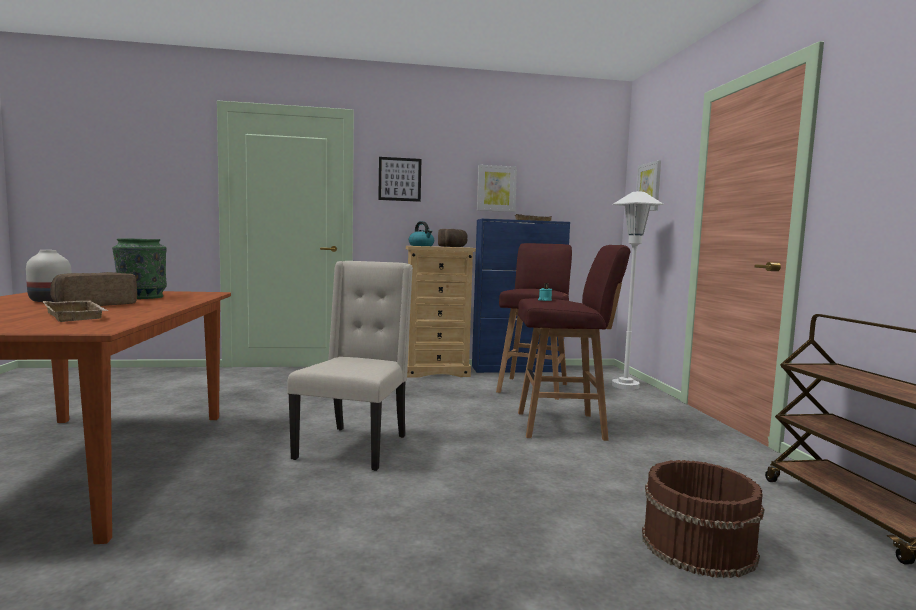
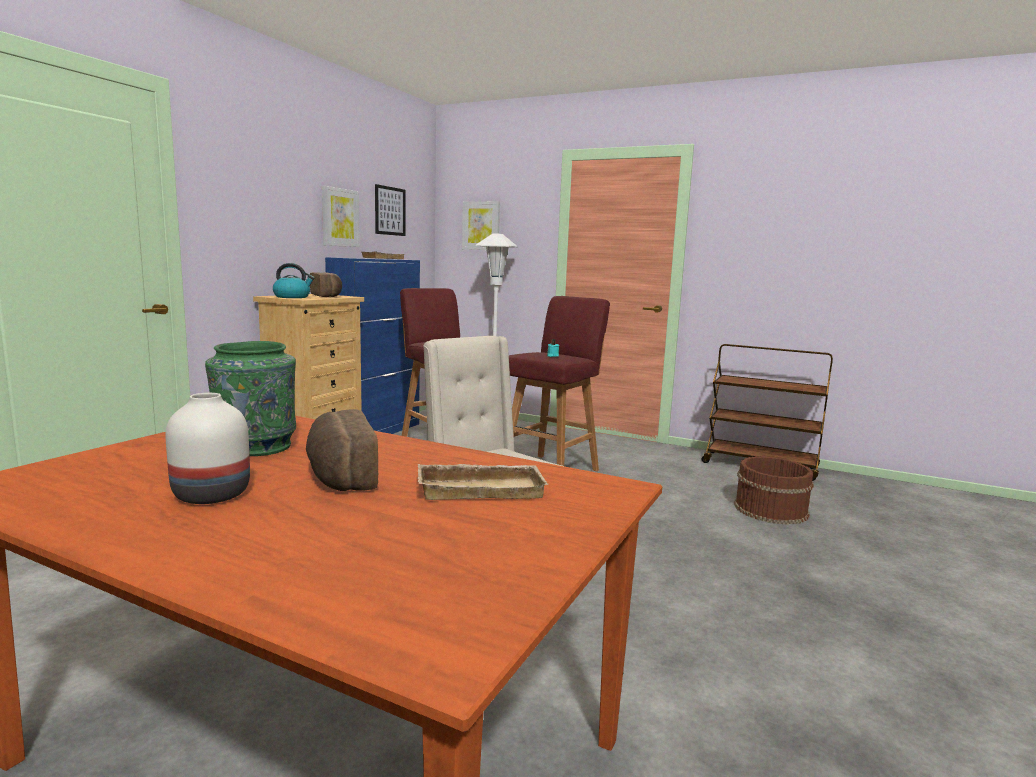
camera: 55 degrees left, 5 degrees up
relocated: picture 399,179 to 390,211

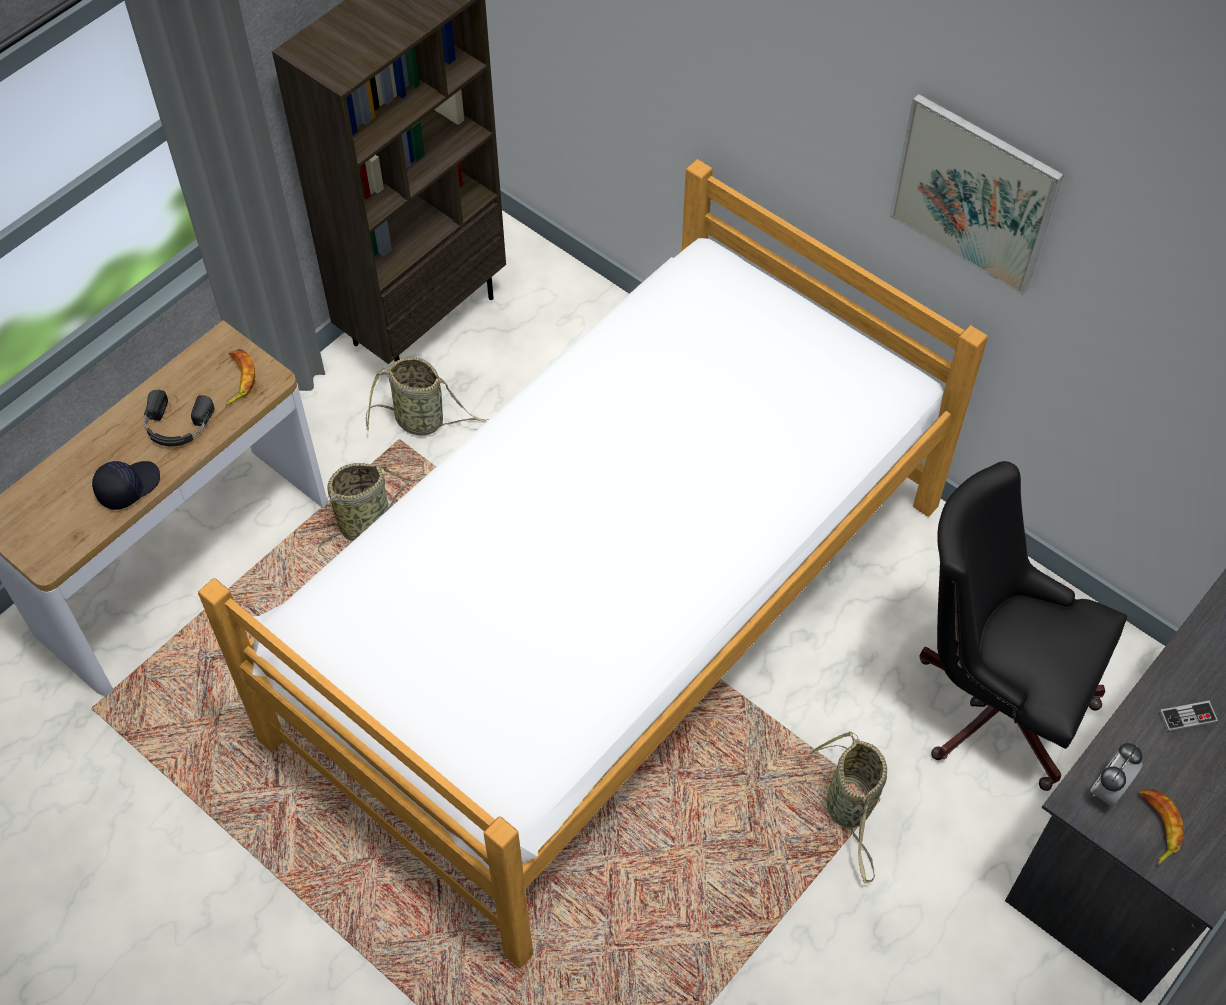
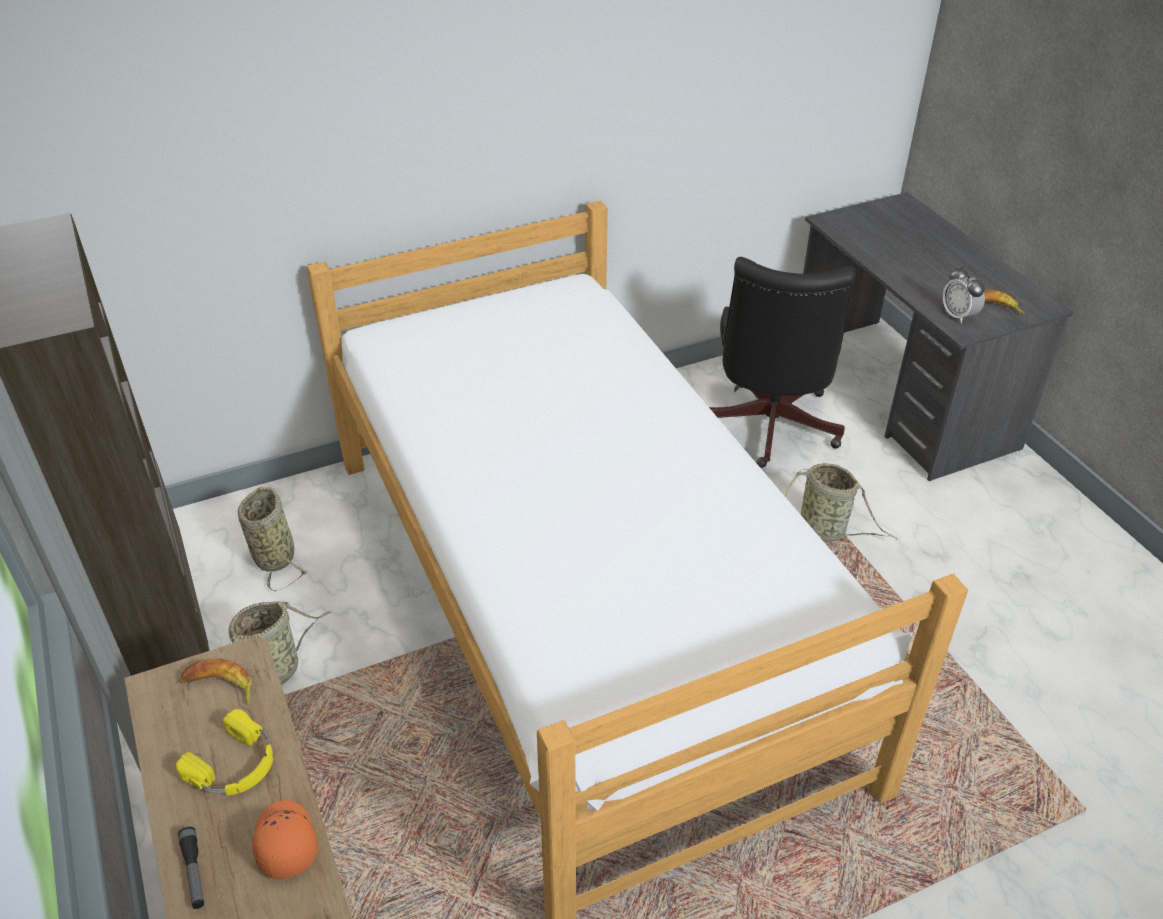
camera: 65 degrees left, 15 degrees down
missing: picture 974,194; game controller 1187,717
appeared: flashlight 194,872
relocated: basket 368,523 to 274,555
colour: black cap 127,486 to orange cap 284,843; black headphones 176,426 to yellow headphones 235,765
spun: black office chair 991,698 = 768,429 45 degrees counterclockwise

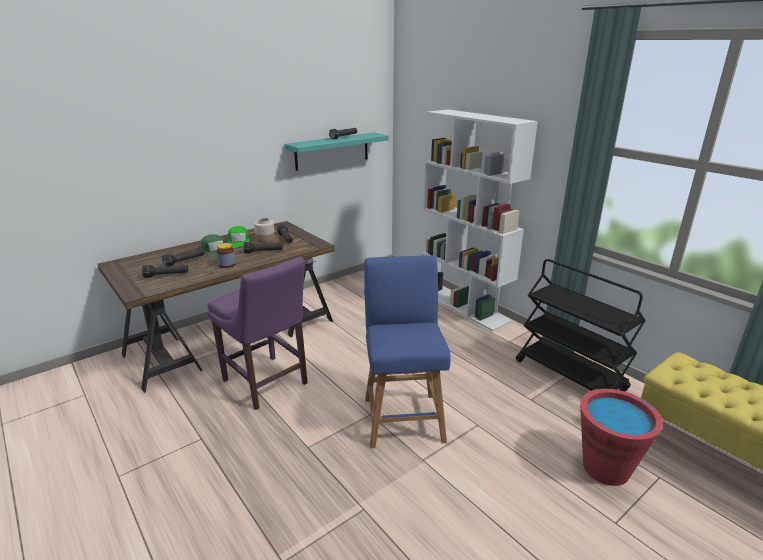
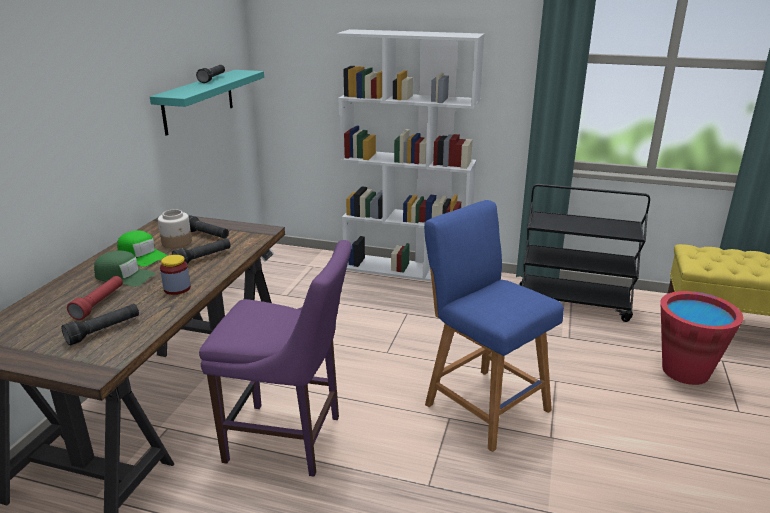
camera: 35 degrees left, 0 degrees up
colour: black flashlight 185,261 to red flashlight 99,304

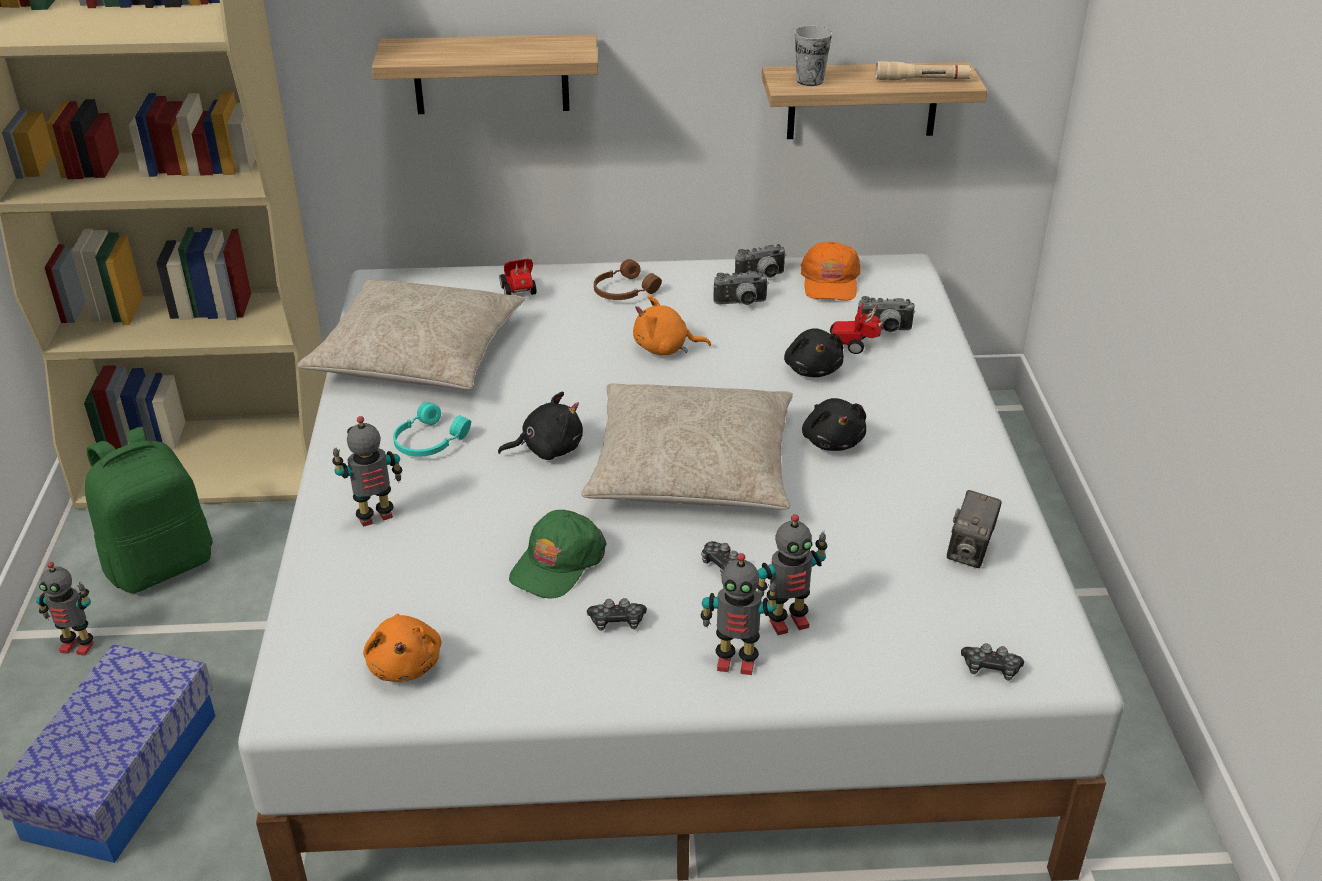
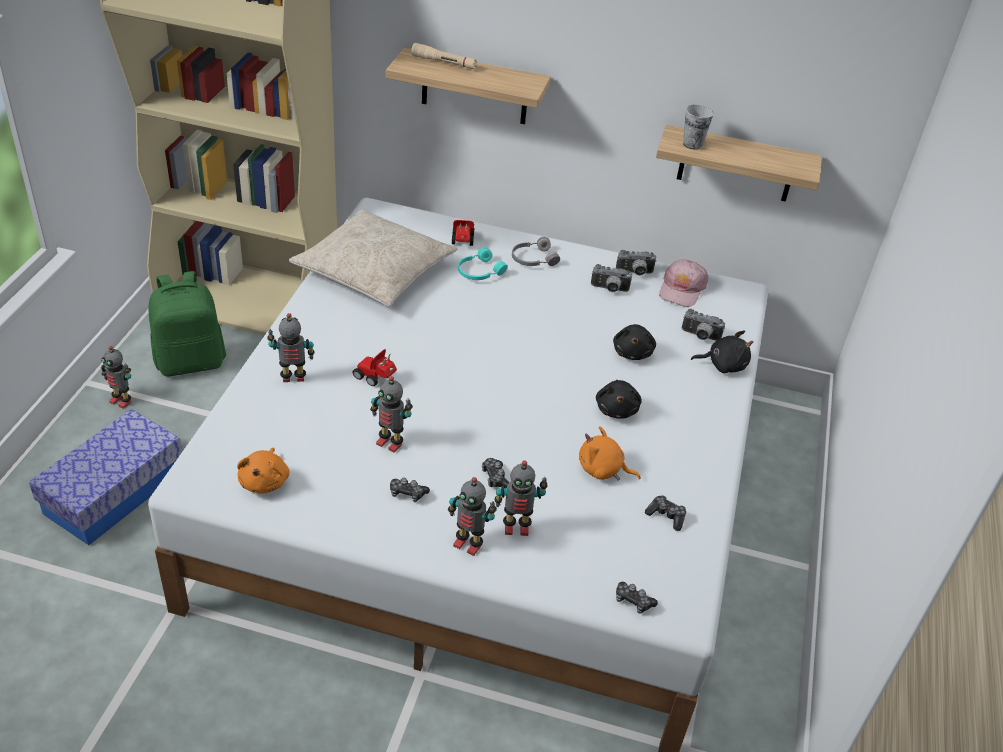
camera: 15 degrees right, 5 degrees up
missing: beige pillow 691,467
relocated: turquoise headphones 428,441 to 479,272; black plush toy 548,449 to 723,364; orange plush toy 665,348 to 603,470; toy car 854,345 to 376,378; beige flashlight 922,80 to 444,62
exchanged: green cap 557,563 to toy robot 390,443; photo camera 969,551 to game controller 666,516
colour: brown headphones 623,291 to grey headphones 533,259; orange cap 830,282 to pink cap 682,289

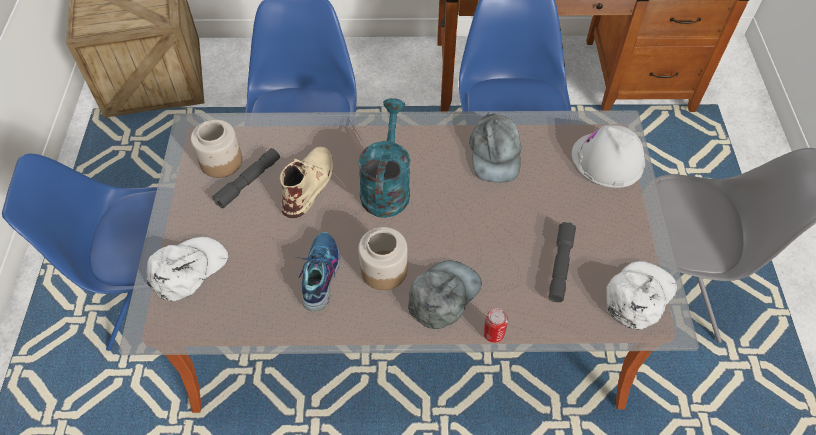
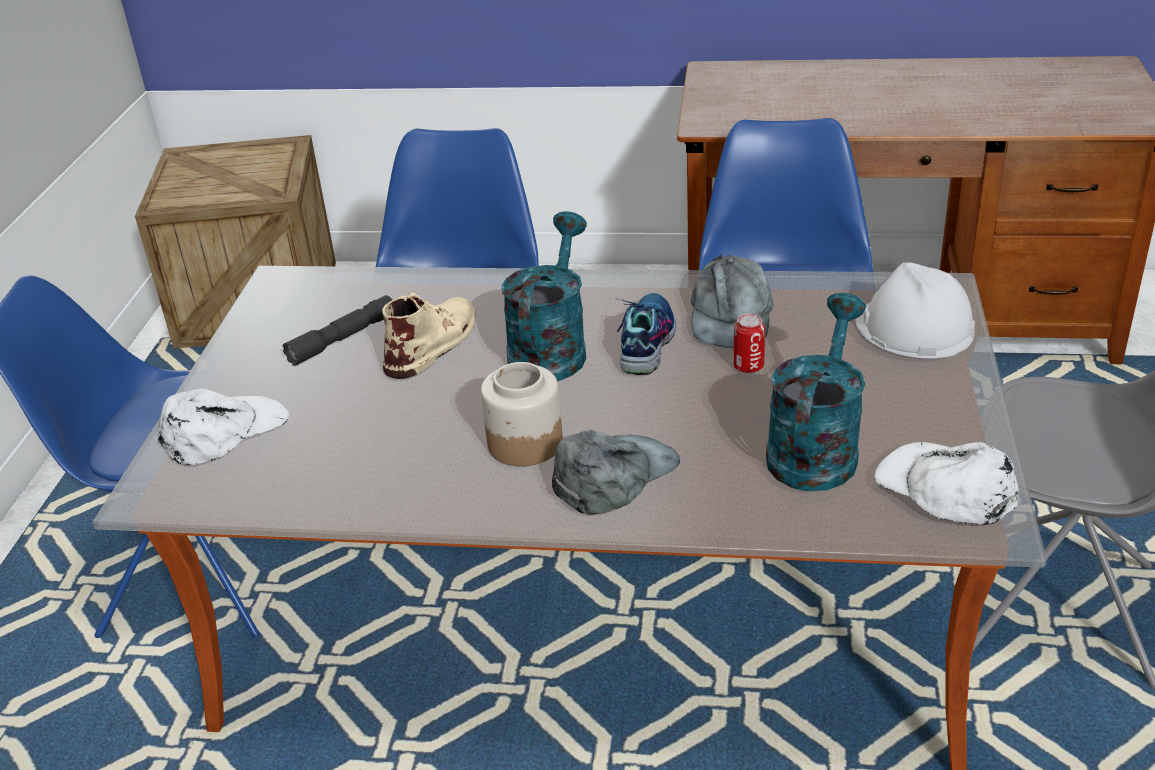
camera: 10 degrees right, 20 degrees down
missing: jar 221,162
relocated: shoe 319,274 to 645,343; can 493,333 to 748,366
exchanged: grey flashlight 560,266 to turquoise watering can 815,448
spun: white cap 638,295 = 945,489 90 degrees counterclockwise

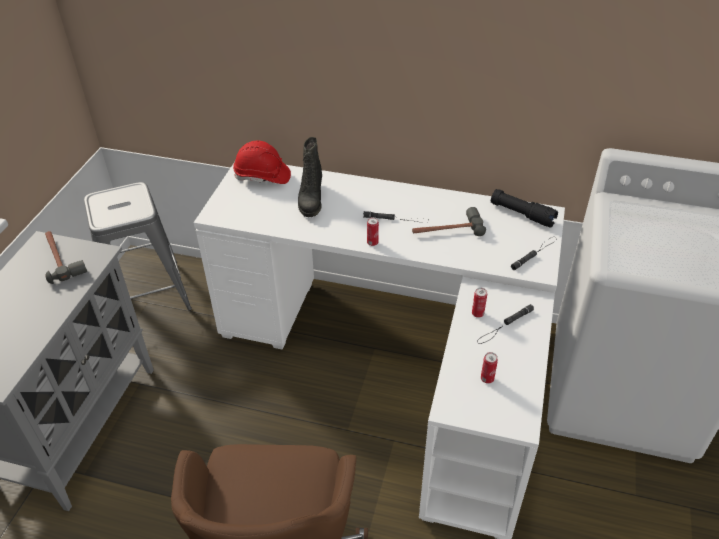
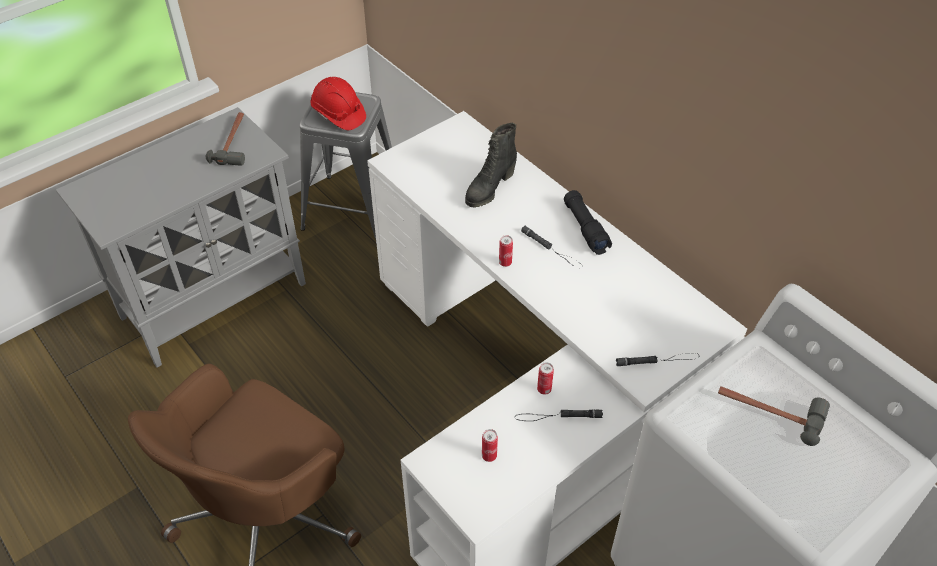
camera: 35 degrees right, 5 degrees up
relocated: red hard hat 262,176 to 338,114; hammer 447,230 to 769,411; black flashlight 522,214 to 585,228

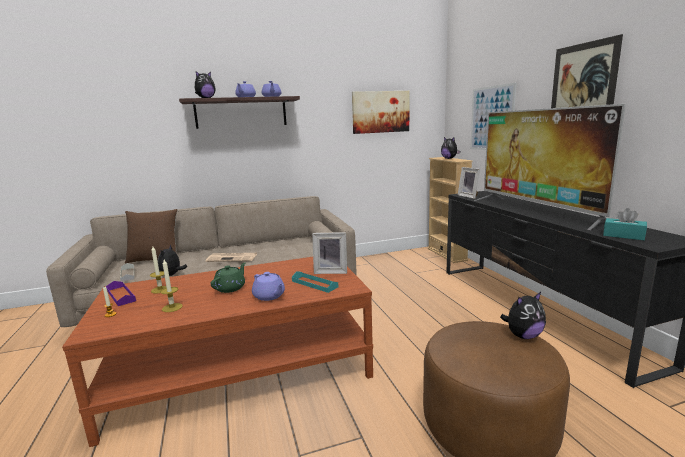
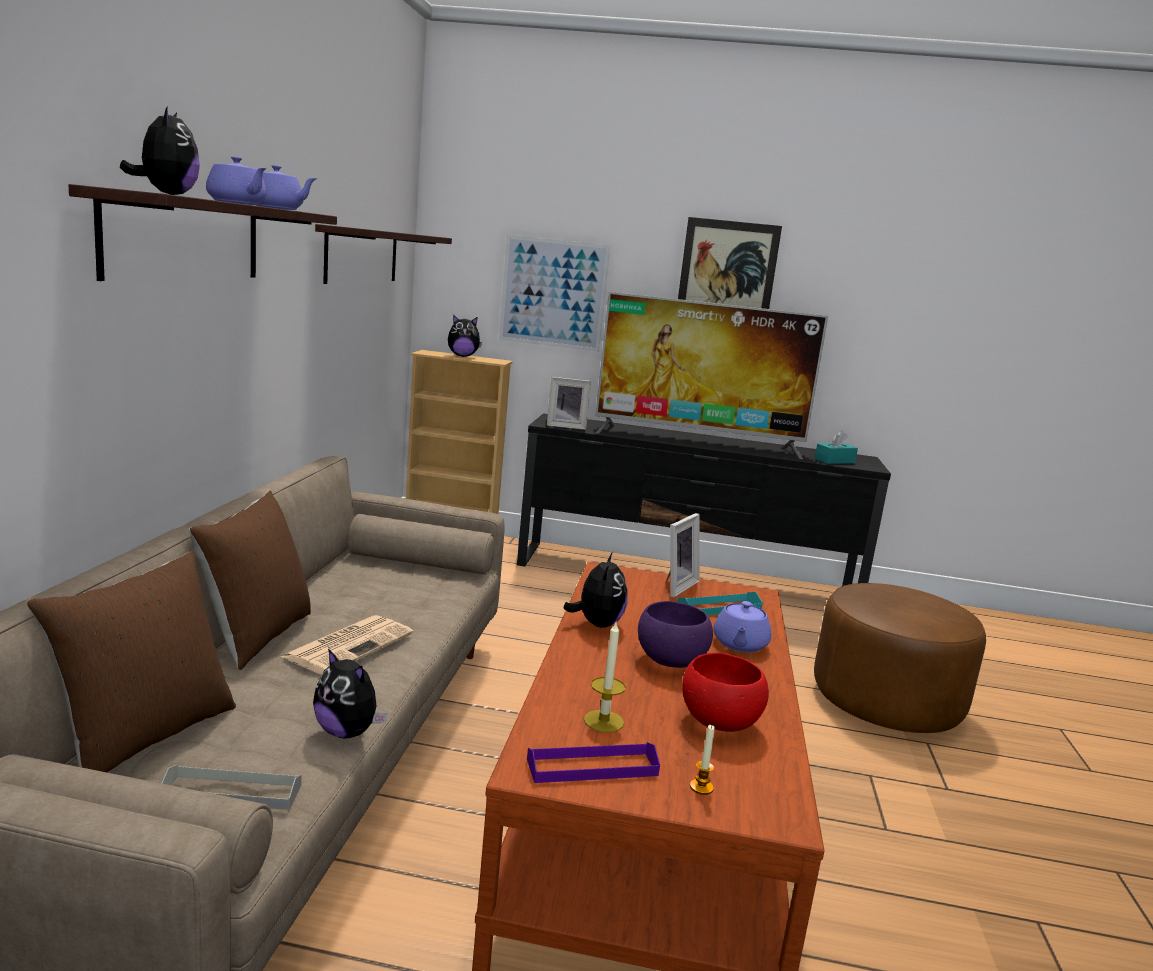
camera: 65 degrees left, 0 degrees up
appeared: brown pillow 255,636
relocated: plush toy 523,335 to 597,624
exchanged: candle 172,307 to red bowl 719,723; green teapot 230,288 to purple bowl 670,661; picture 380,112 to shelf 362,255
spun: purple teapot 269,296 = 740,644 120 degrees clockwise

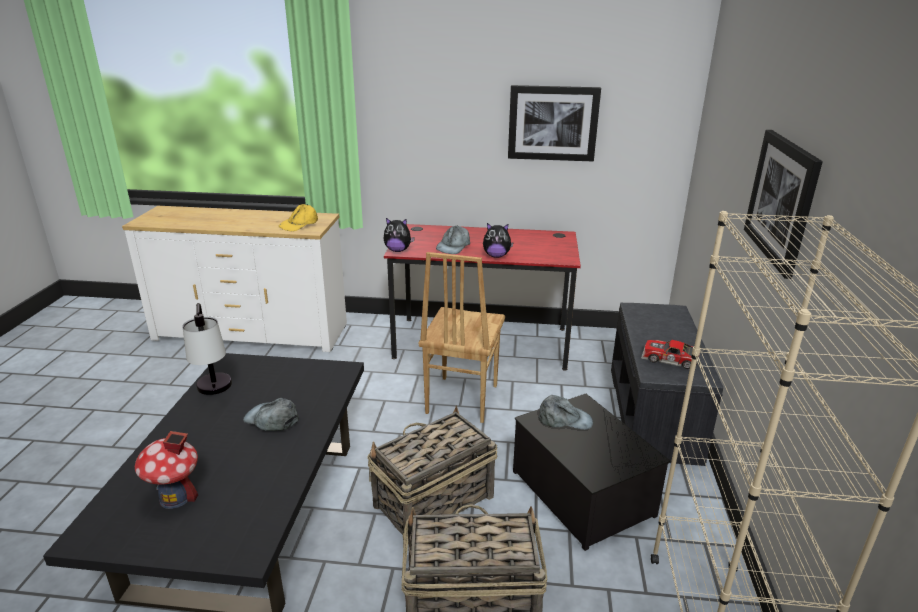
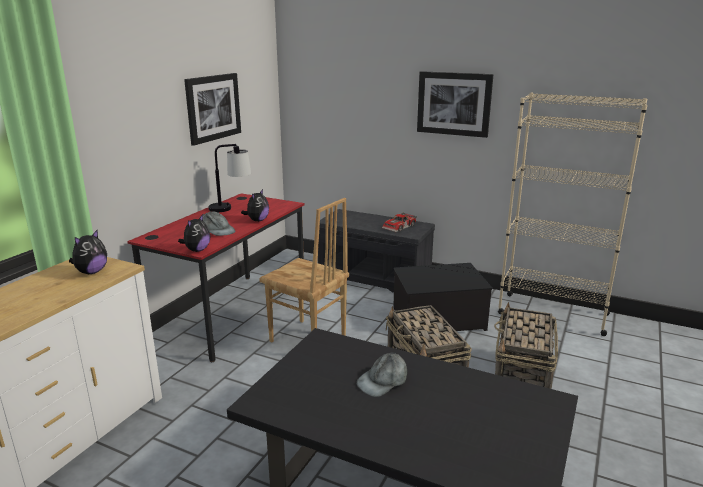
camera: 70 degrees left, 5 degrees down
missing: toy house 175,497; grey cap 565,419
relocated: table lamp 215,394 to 231,208
exchanged: yellow cap 299,224 to plush toy 91,272

